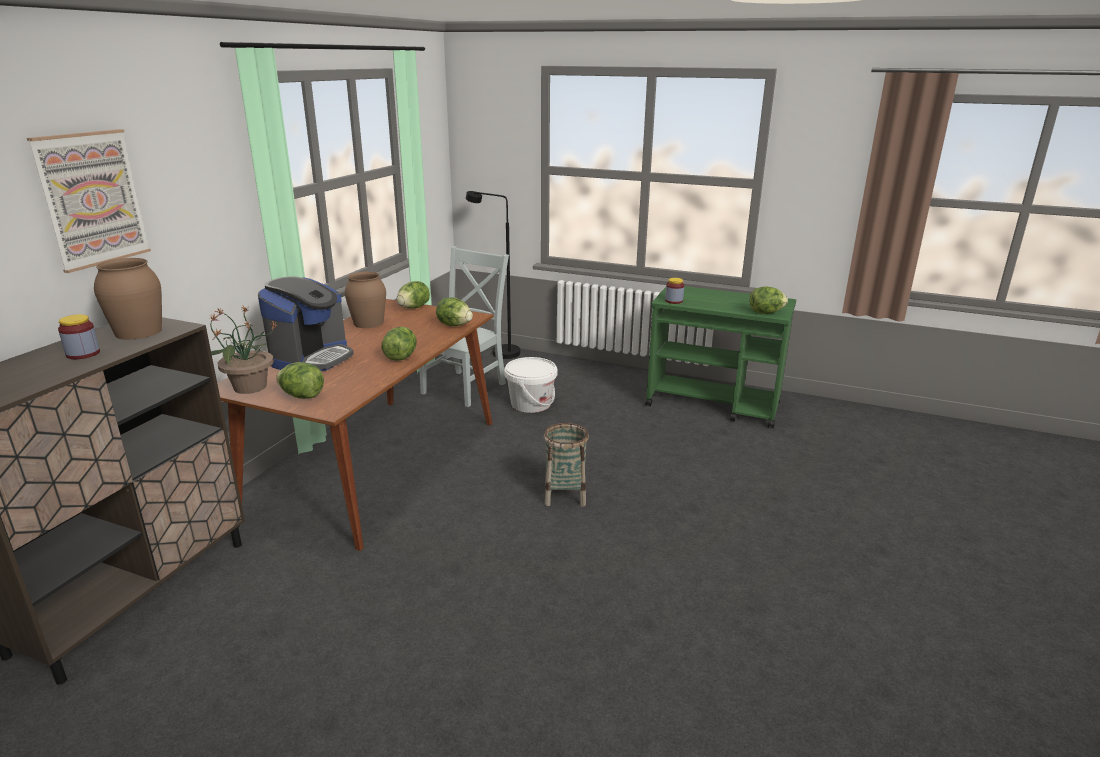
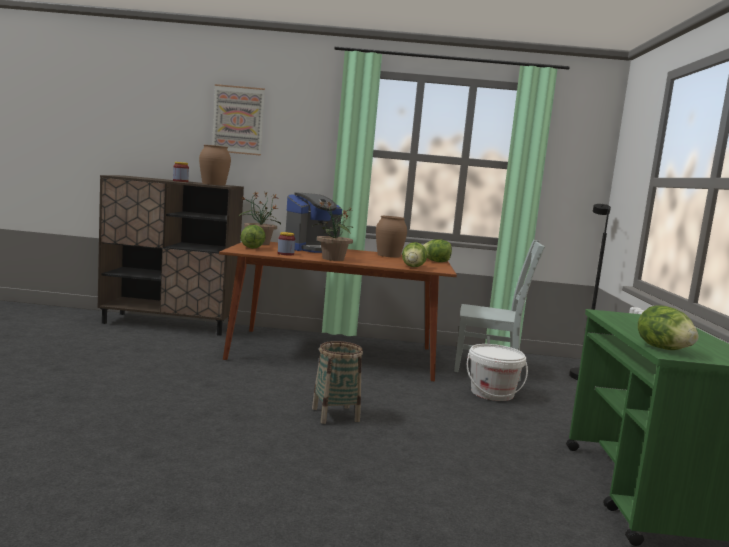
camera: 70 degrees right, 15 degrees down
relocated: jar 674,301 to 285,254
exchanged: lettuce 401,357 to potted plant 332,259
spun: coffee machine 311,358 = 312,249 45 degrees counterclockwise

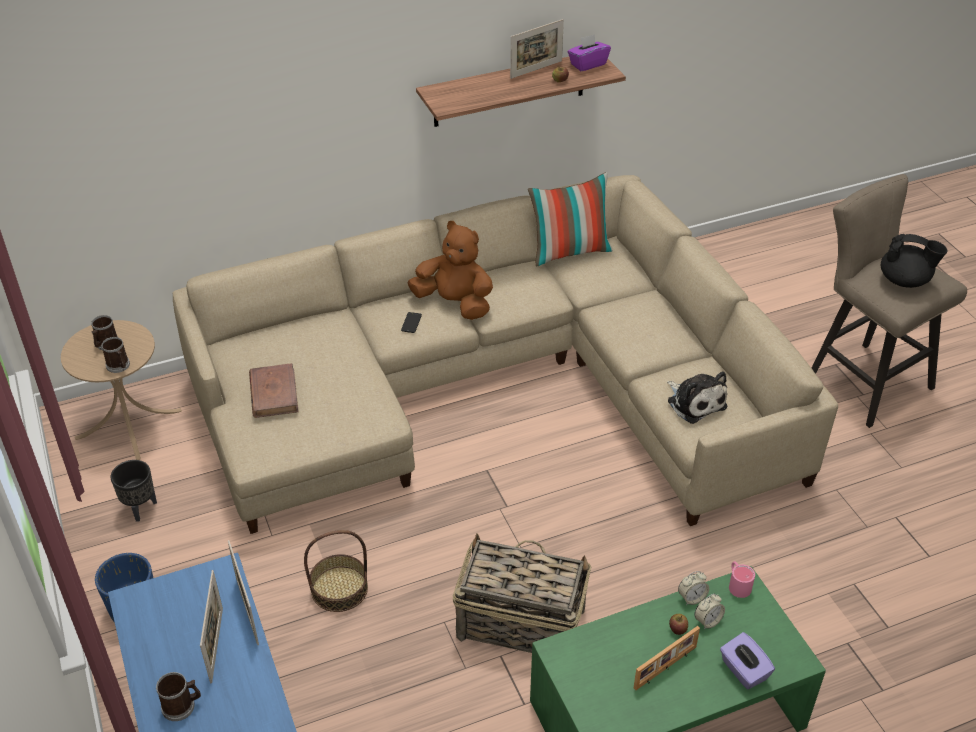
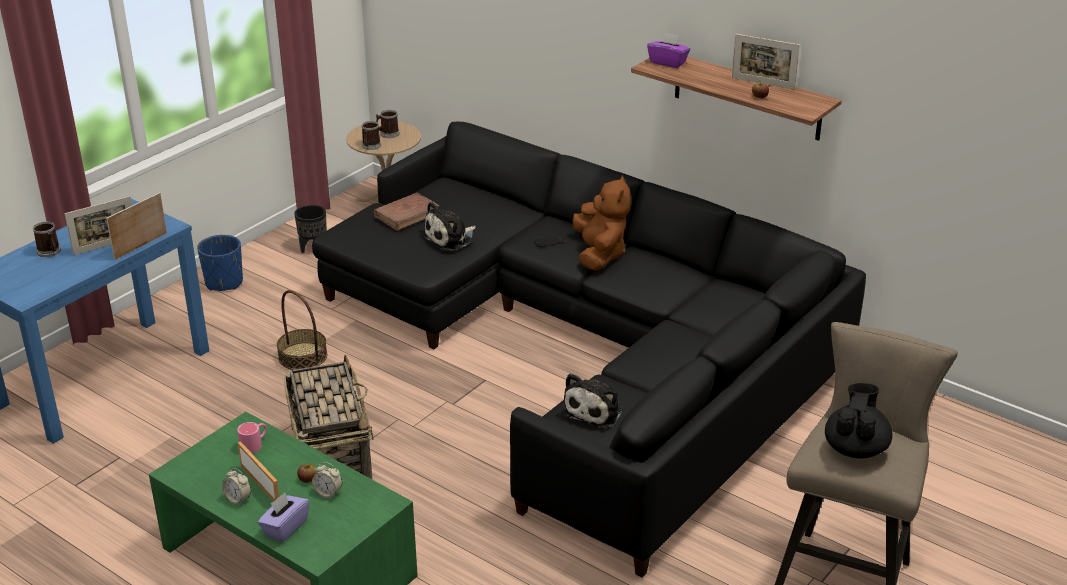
camera: 60 degrees right, 10 degrees down
missing: pillow 569,251
appeared: plush toy 450,238
relocated: purple tissue box 587,64 to 668,62; alarm clock 691,598 to 238,499; pink mug 737,584 to 255,444
colour: beige sofa 494,388 to black sofa 587,350
spun: picture frame 666,668 = 261,484 150 degrees counterclockwise; black teapot 905,281 = 855,448 150 degrees counterclockwise

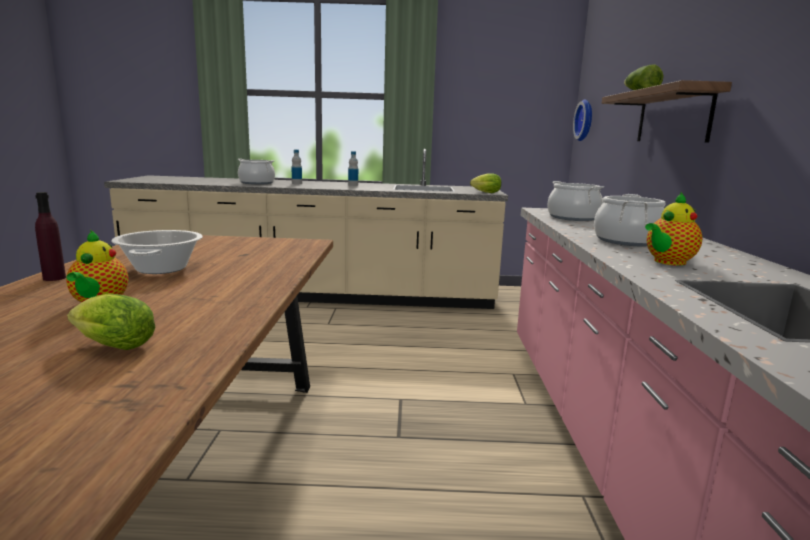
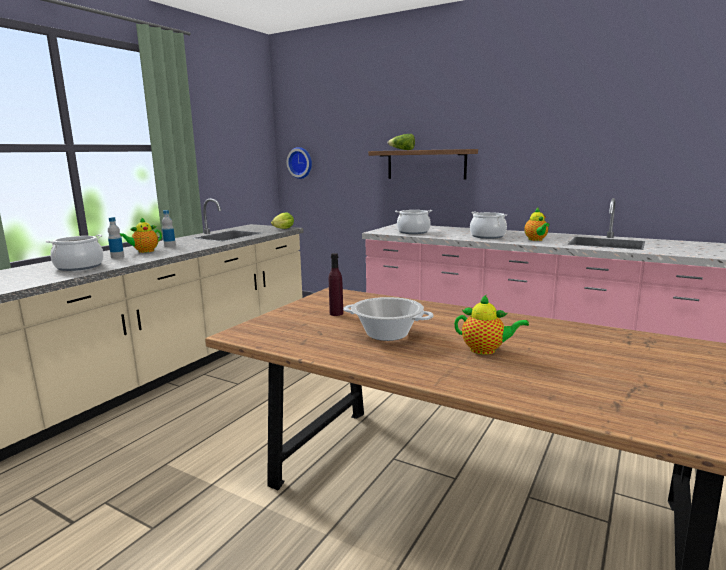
camera: 60 degrees left, 0 degrees up
missing: lettuce 110,346
appeared: teapot 144,251
relocated: purple bottle 54,278 to 336,313

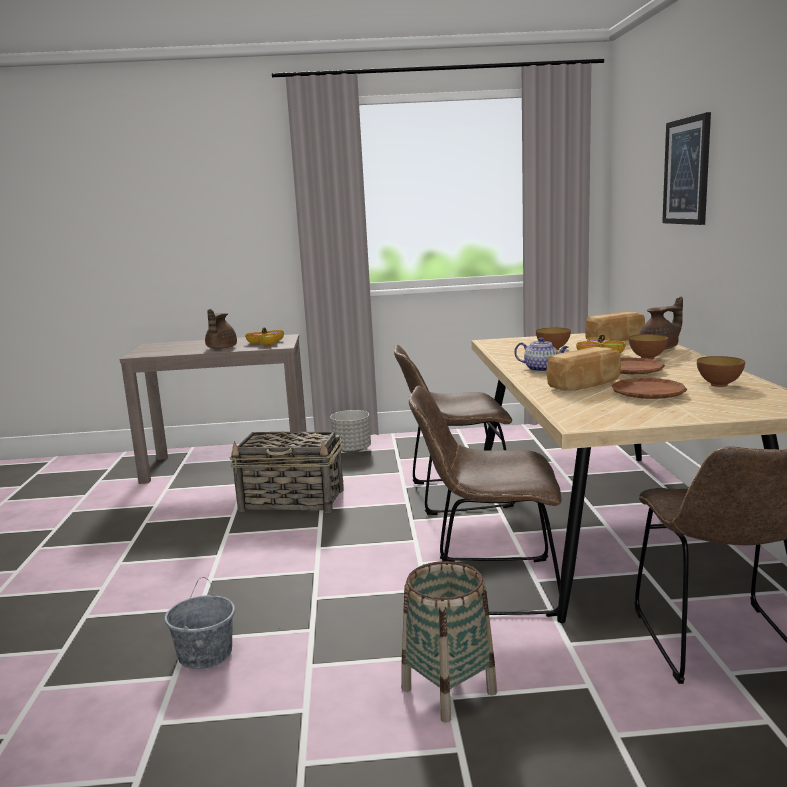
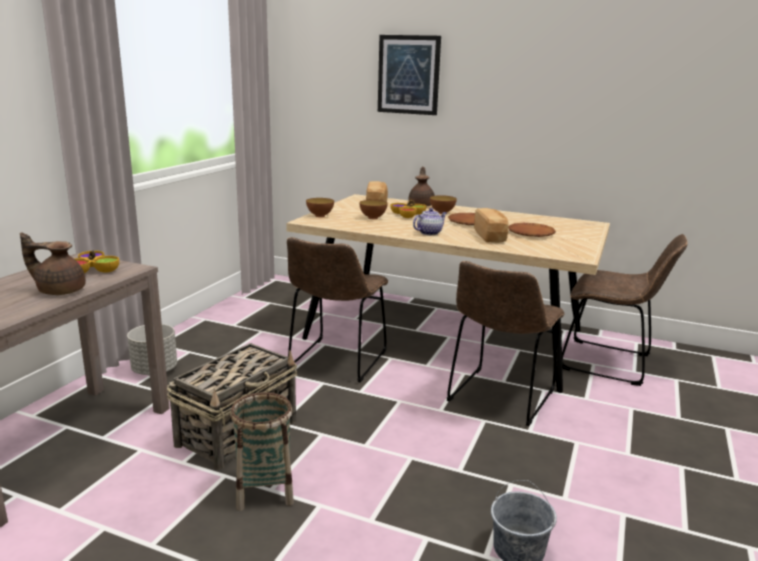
camera: 65 degrees left, 5 degrees up
relocated: basket 448,690 to 264,490; bowl 719,385 to 320,216
spun: brown teapot 220,348 = 60,291 150 degrees clockwise

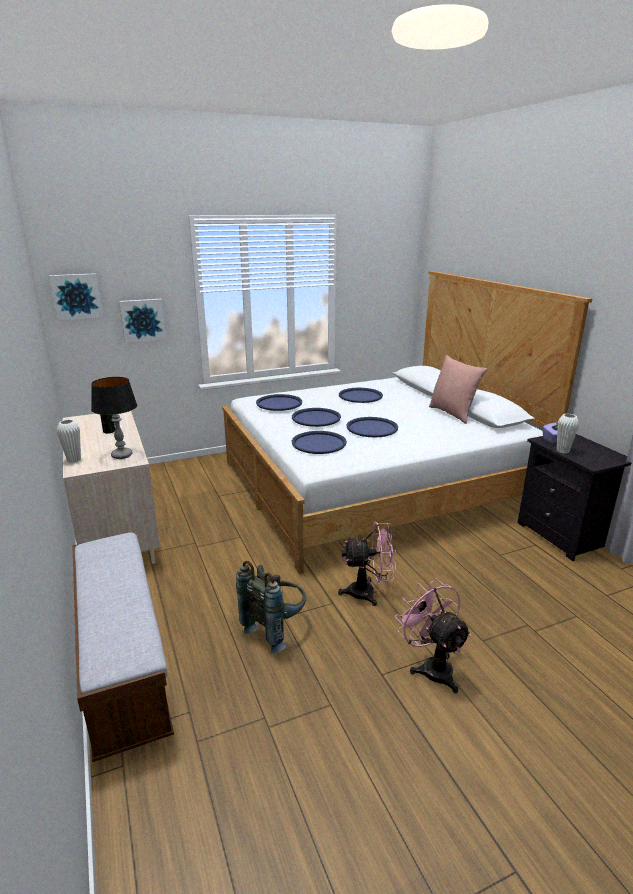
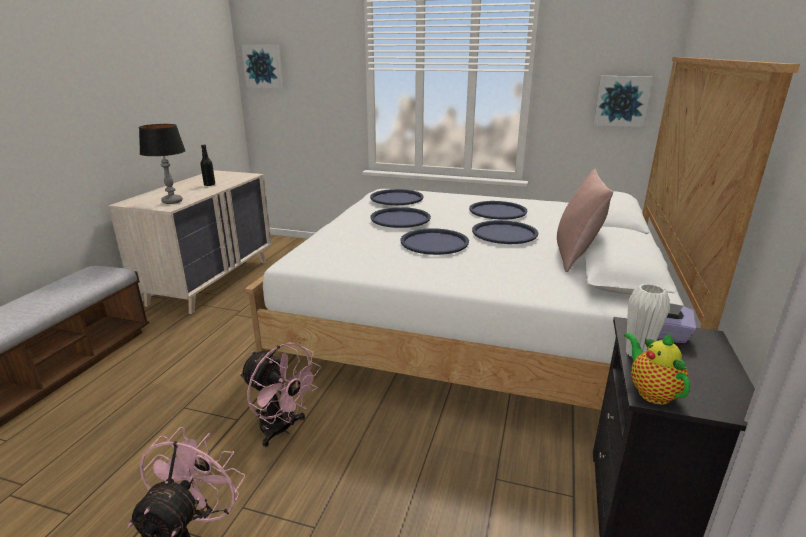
camera: 40 degrees right, 0 degrees up
missing: white vase 74,460; grey backpack 276,628
appeared: teapot 651,392
relocated: picture 142,320 to 621,101; blue tray 319,443 to 504,233

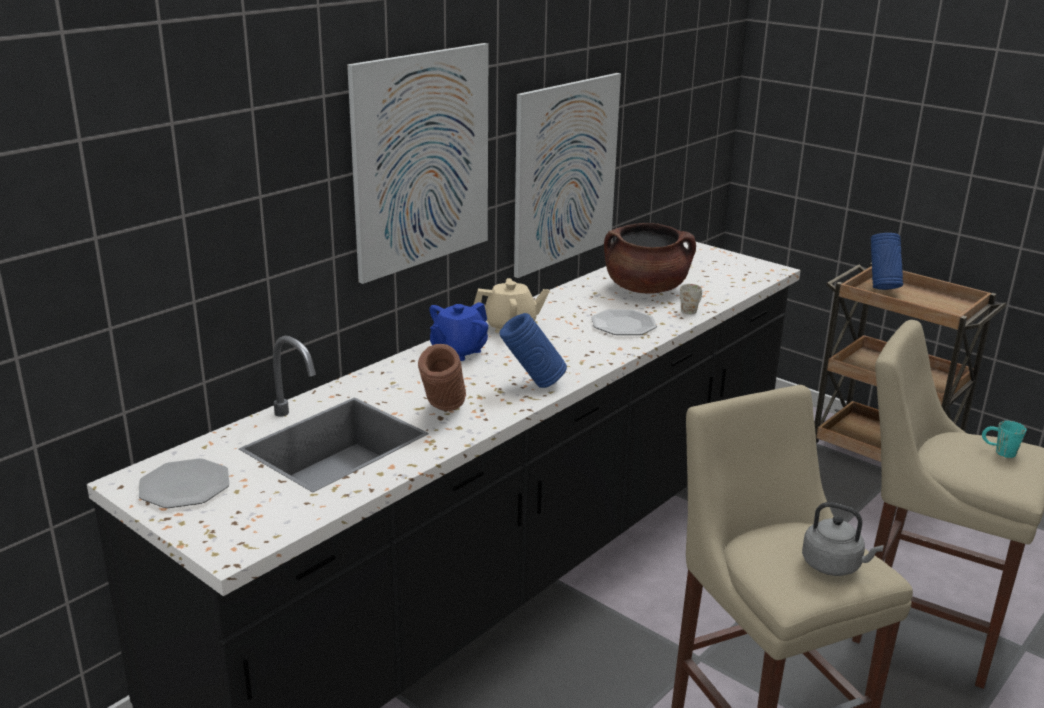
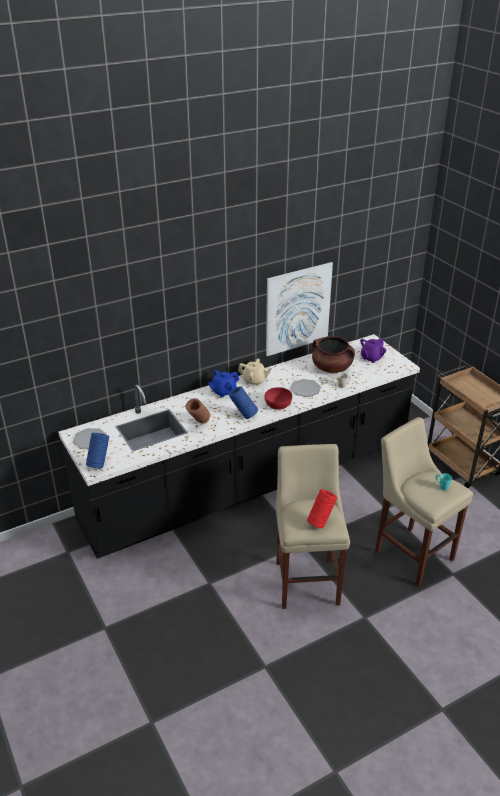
camera: 20 degrees right, 10 degrees up
missing: picture 422,160
appeared: red bowl 278,405; purple teapot 371,358
relocated: blue vase 882,288 to 99,464
exchanged: grey kettle 834,565 to red vase 320,522

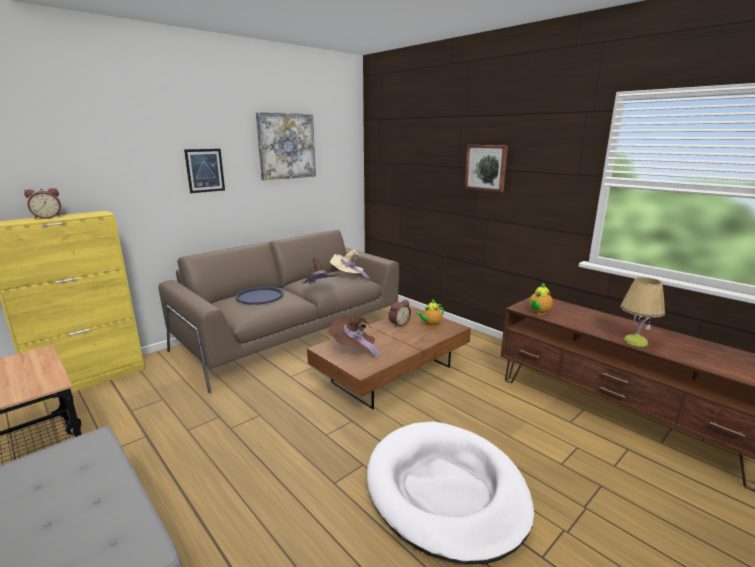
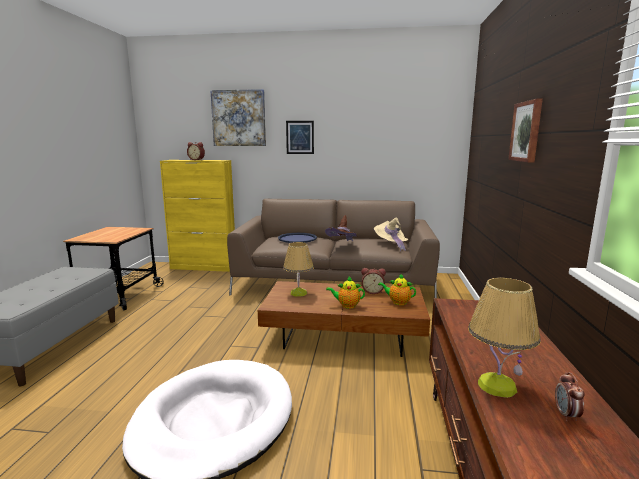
camera: 50 degrees right, 5 degrees down
appeared: alarm clock 566,415
relocated: picture 286,146 to 239,118; teapot 538,312 to 347,305
exchanged: brown hat 353,350 to table lamp 298,293

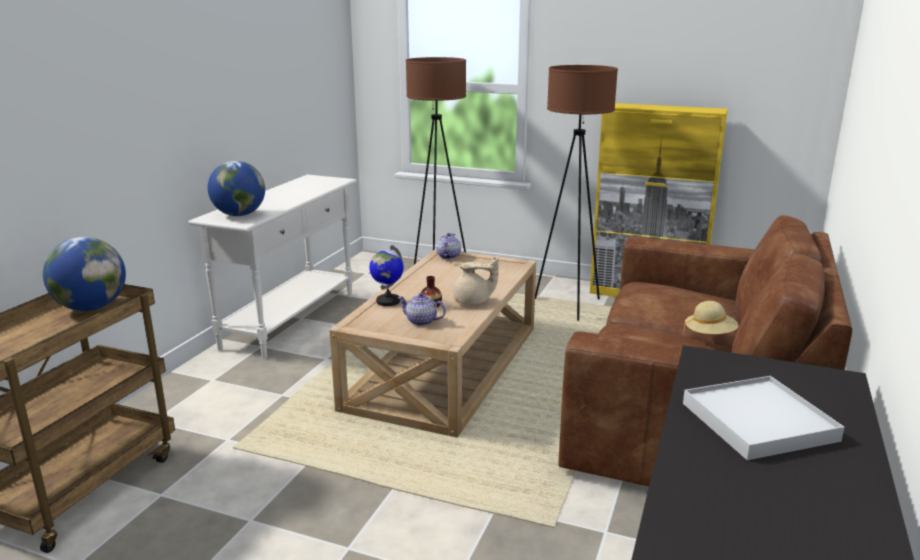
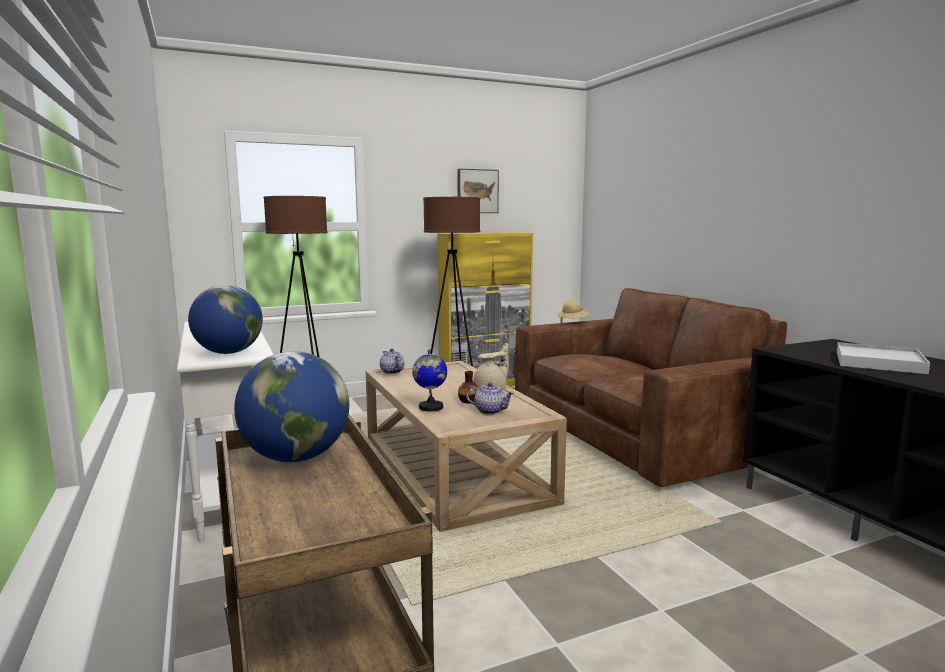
camera: 45 degrees left, 10 degrees down
appeared: picture 477,191
relocated: beige hat 709,335 to 573,322
spun: teapot 421,321 = 490,411 135 degrees counterclockwise

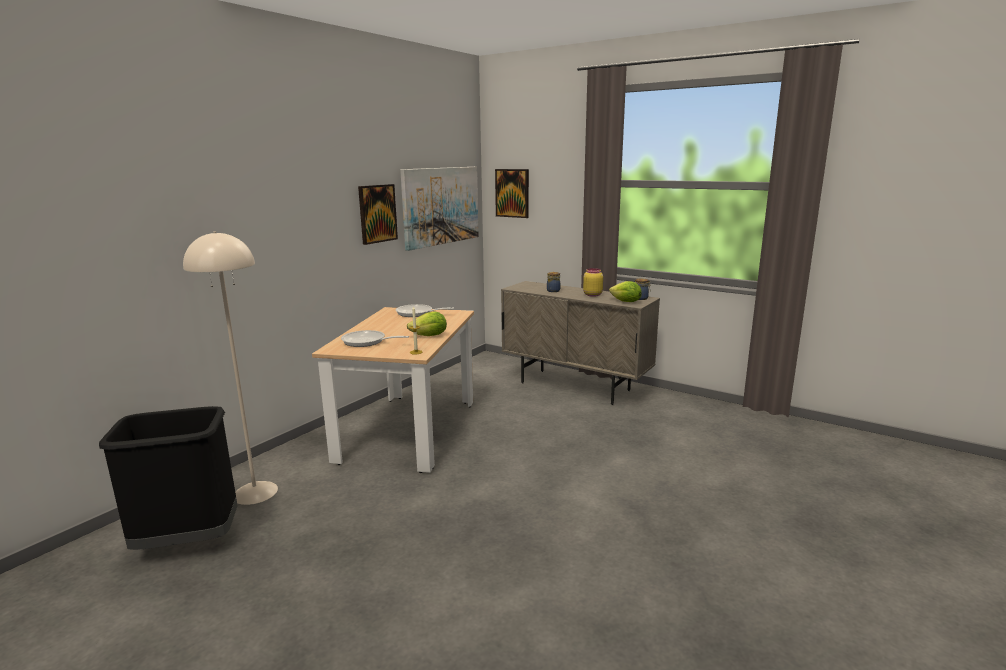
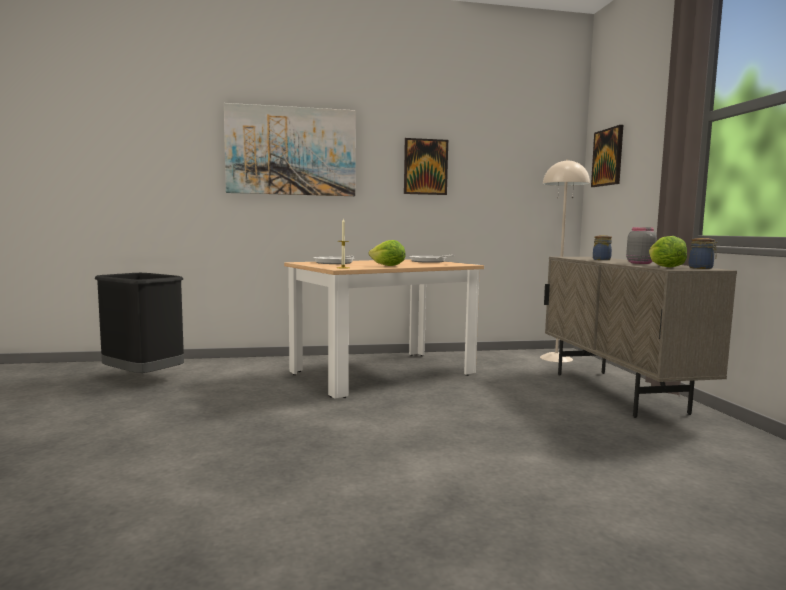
camera: 45 degrees right, 10 degrees down
relocated: beige floor lamp 255,492 to 556,358; picture 441,206 to 291,151
colour: yellow jar 592,295 to grey jar 640,263

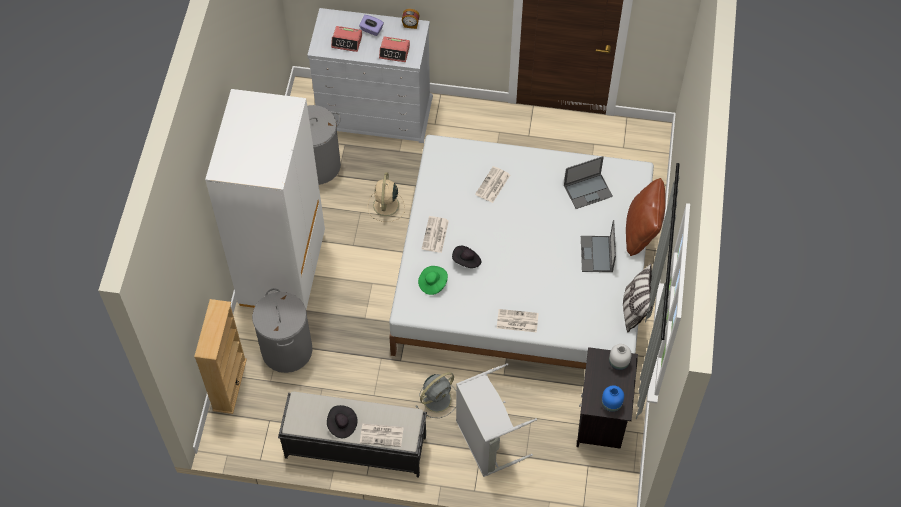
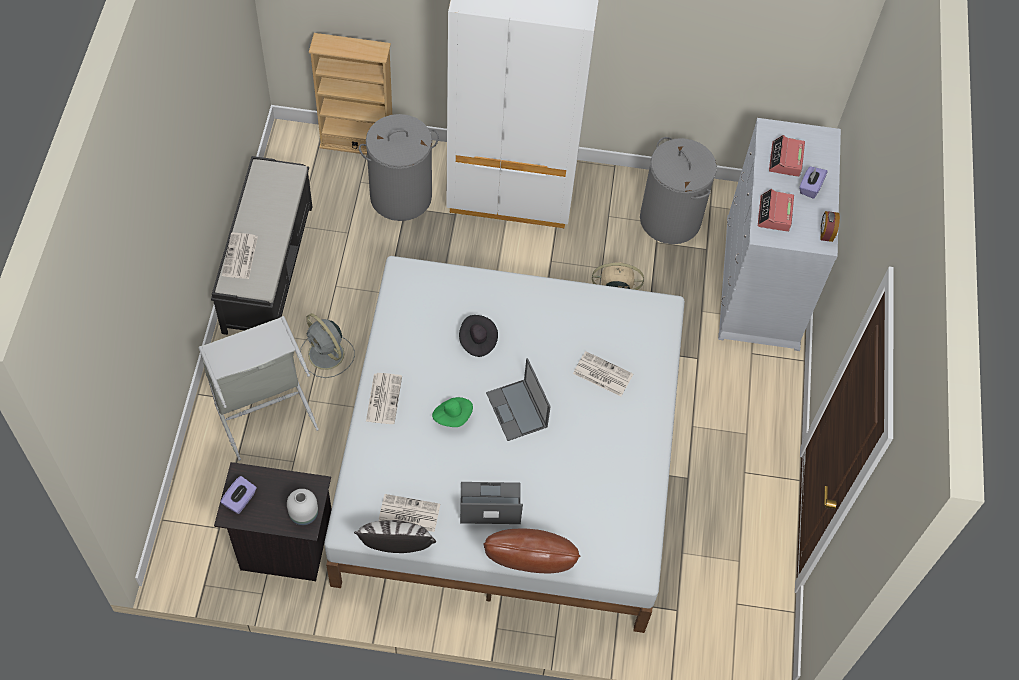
camera: 85 degrees right, 0 degrees up
missing: black hat 342,425
relocated: green hat 432,283 to 453,416; newspaper 435,235 to 408,513; laptop 588,190 to 517,410
exchanged: blue vase 610,404 to purple tissue box 240,500

